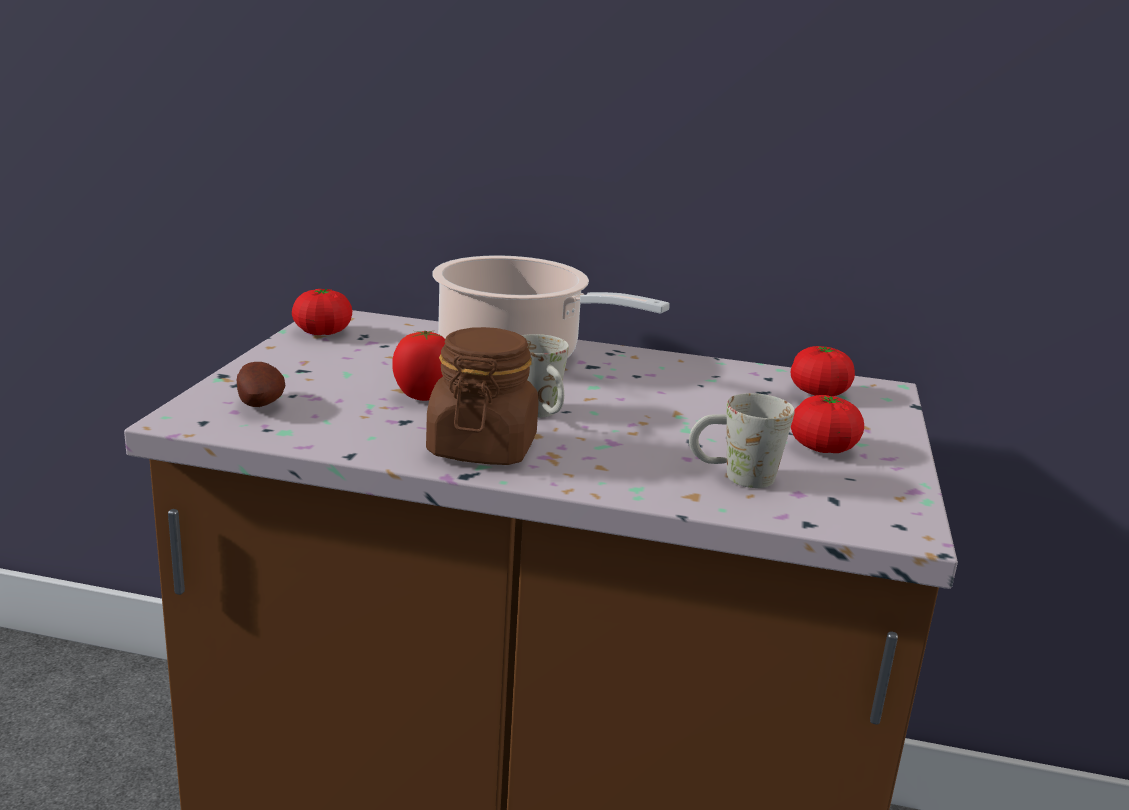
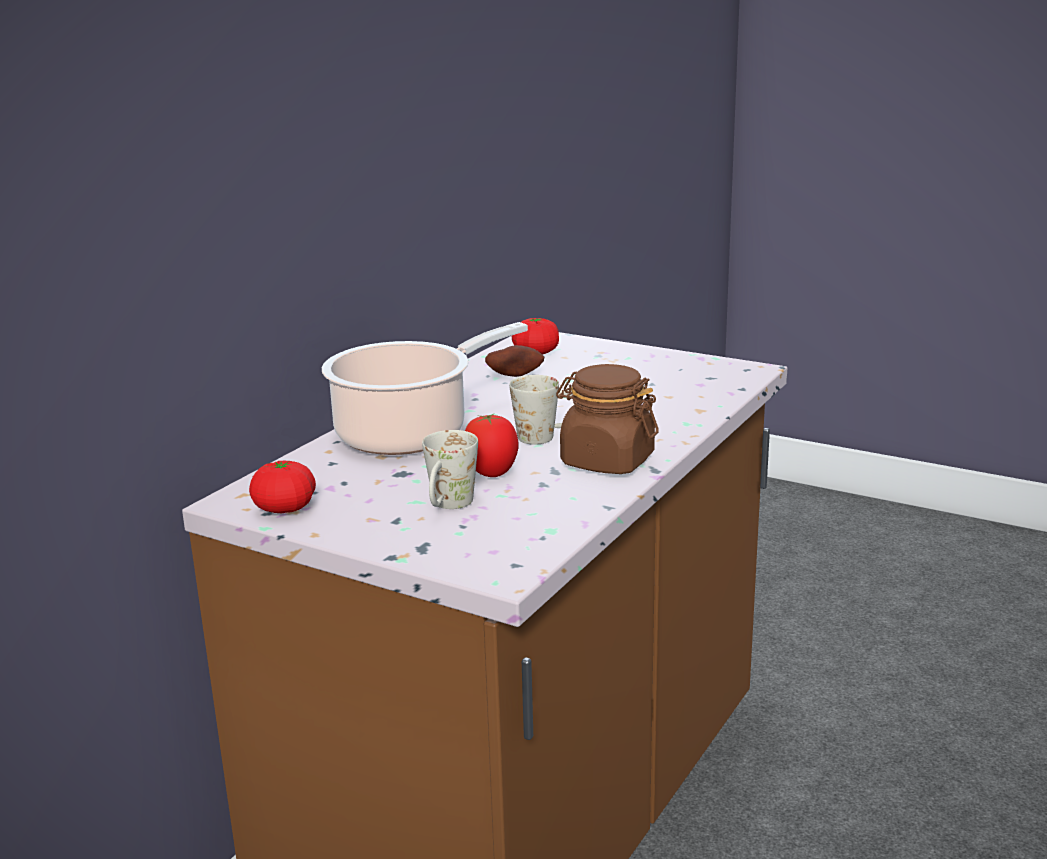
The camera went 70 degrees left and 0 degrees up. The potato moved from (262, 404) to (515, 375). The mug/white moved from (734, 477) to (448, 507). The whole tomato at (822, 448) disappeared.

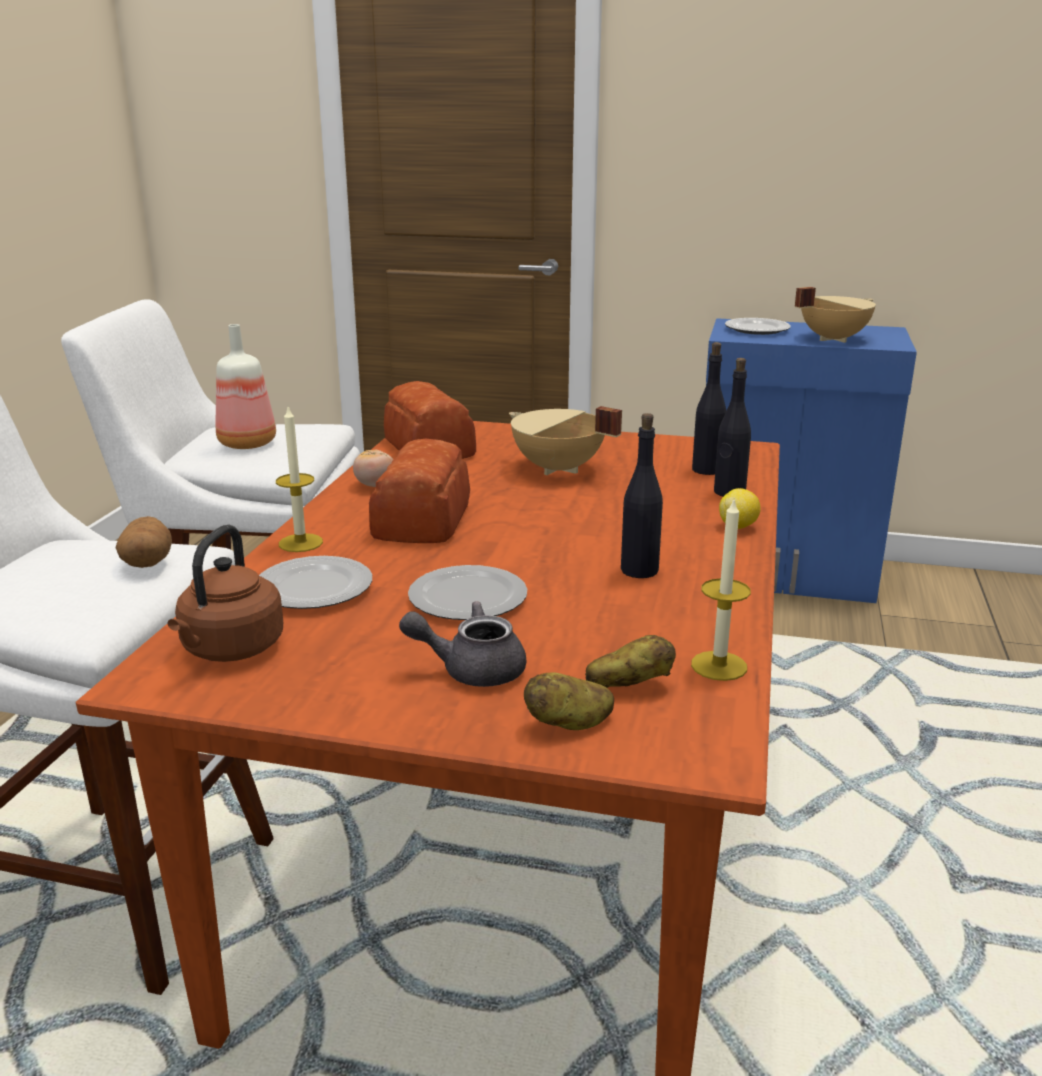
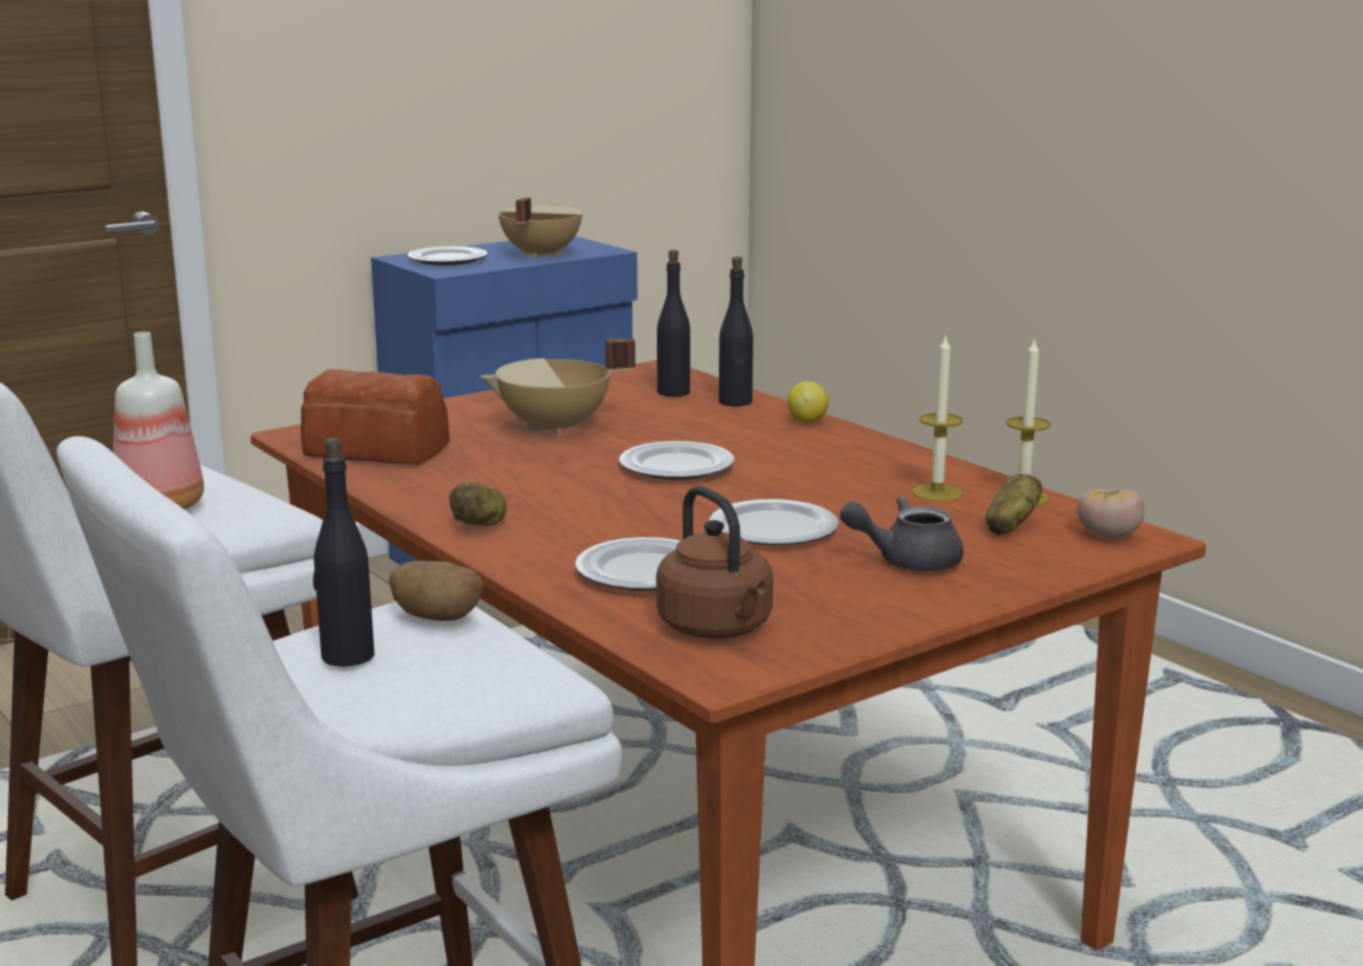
The camera went 50 degrees left and 5 degrees down. The wax candle moved from (300, 543) to (937, 493). The beverage bottle/black moved from (639, 570) to (347, 656). The bakery bread at (424, 519) disappeared. The whole tomato moved from (375, 485) to (1108, 536). The pot for tea/grey at (471, 669) turned 45 degrees clockwise. The potato moved from (569, 724) to (481, 525). The plate at (677, 467) appeared.

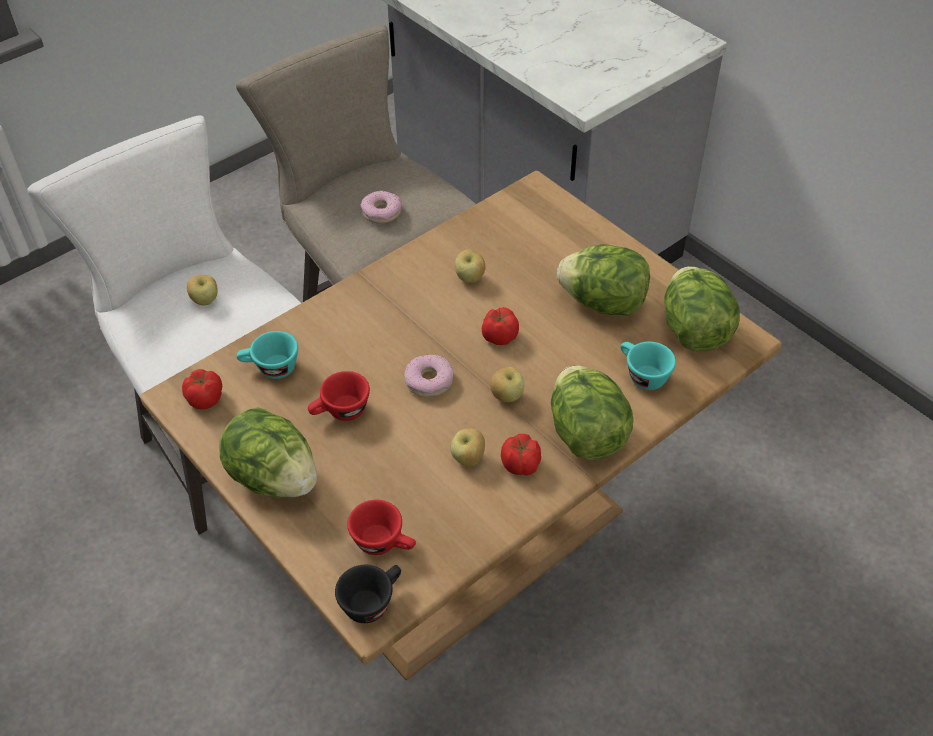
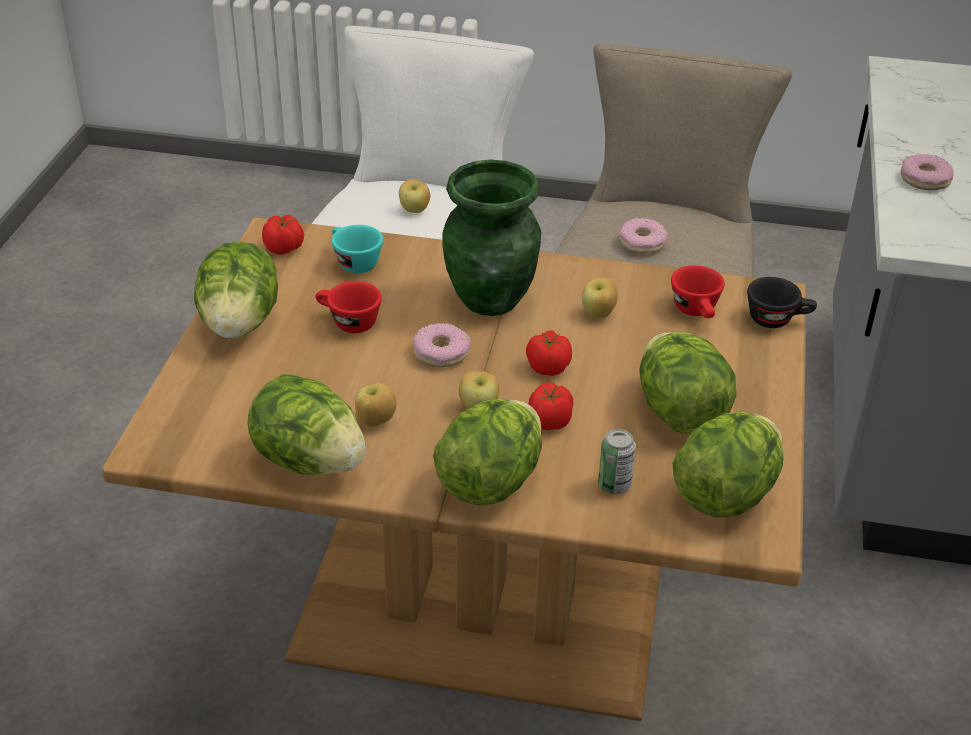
The camera went 50 degrees right and 10 degrees down. The drinking cup/blue-green at (642, 375) was replaced by the can at (614, 485). The whole tomato moved from (521, 465) to (549, 422). The drinking cup/red moved from (384, 543) to (697, 312). The drinking cup/black moved from (372, 601) to (777, 319). The donut at (924, 180) appeared. The decorative vase/greenish at (492, 300) appeared. The lettuce at (309, 461) appeared.

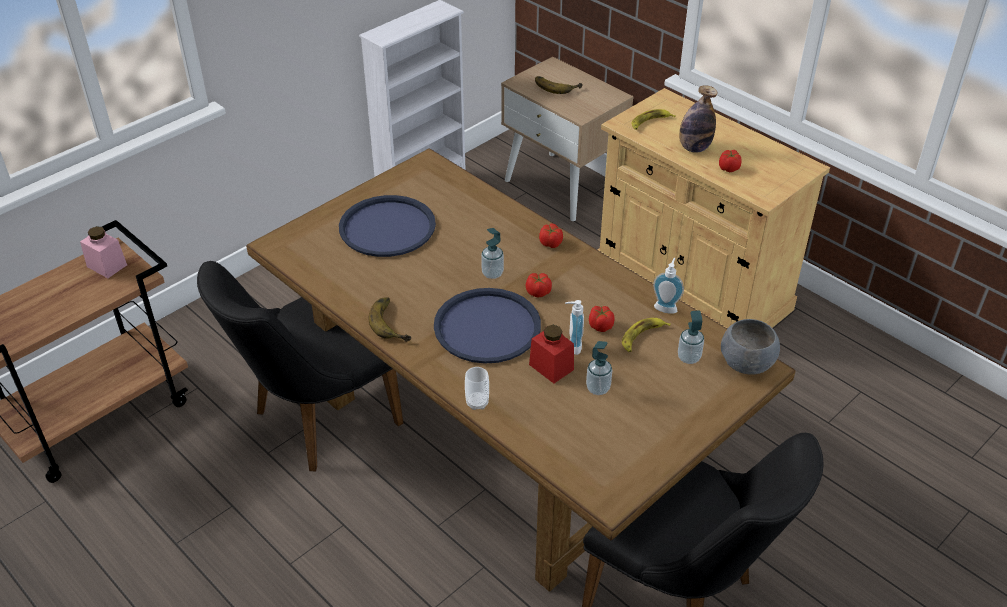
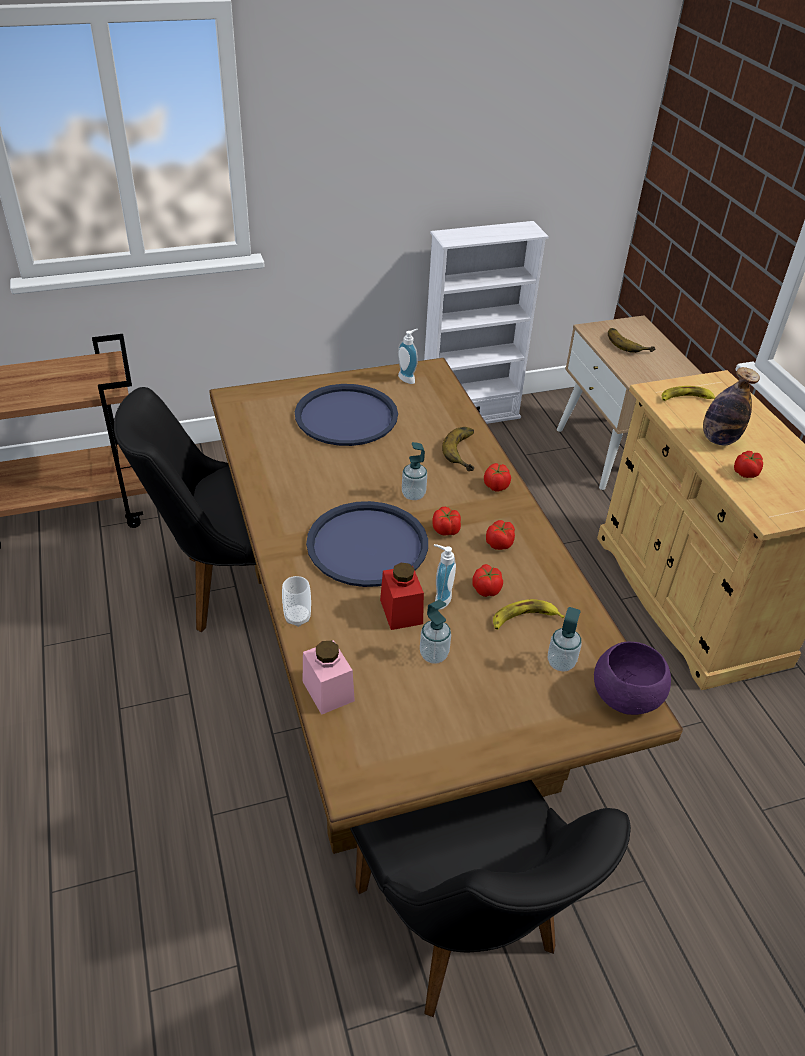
The camera went 25 degrees right and 0 degrees up. The jar/pink moved from (107, 266) to (328, 691). The liquid soap bottle moved from (666, 307) to (408, 378). The banana fruit moved from (393, 322) to (467, 452). The bowl/grey at (747, 362) became the bowl/purplish at (627, 696). The whole tomato at (499, 543) appeared.

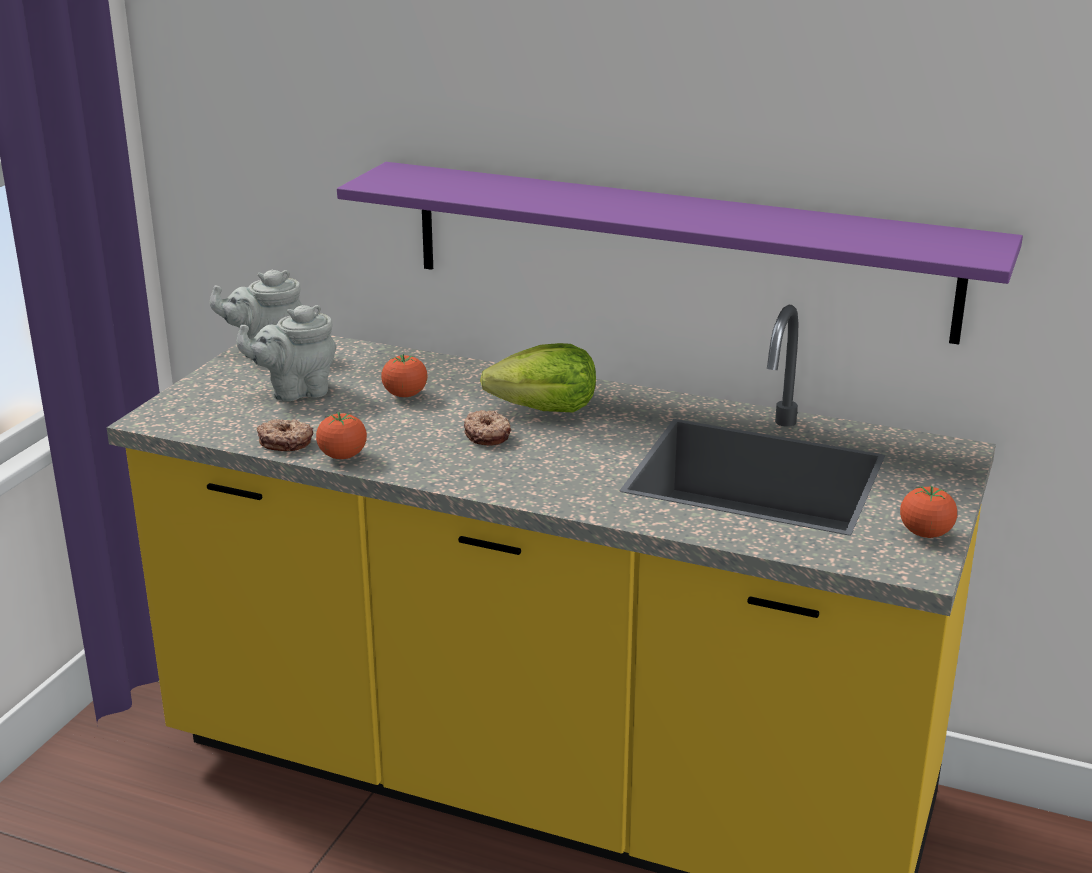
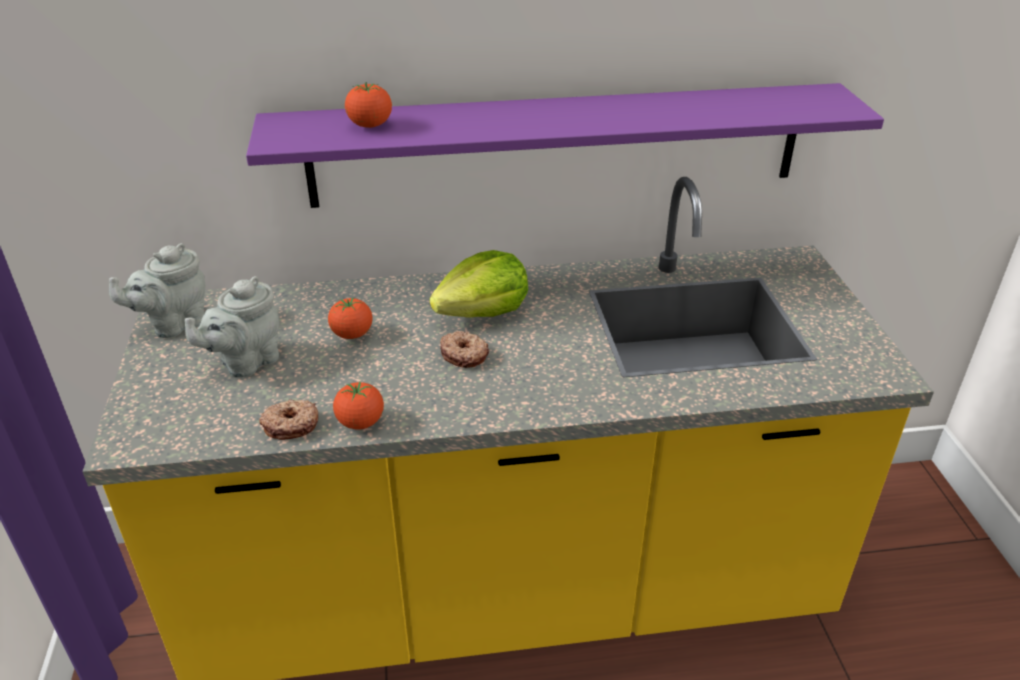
The camera went 30 degrees left and 10 degrees up. The whole tomato moved from (925, 534) to (370, 126).

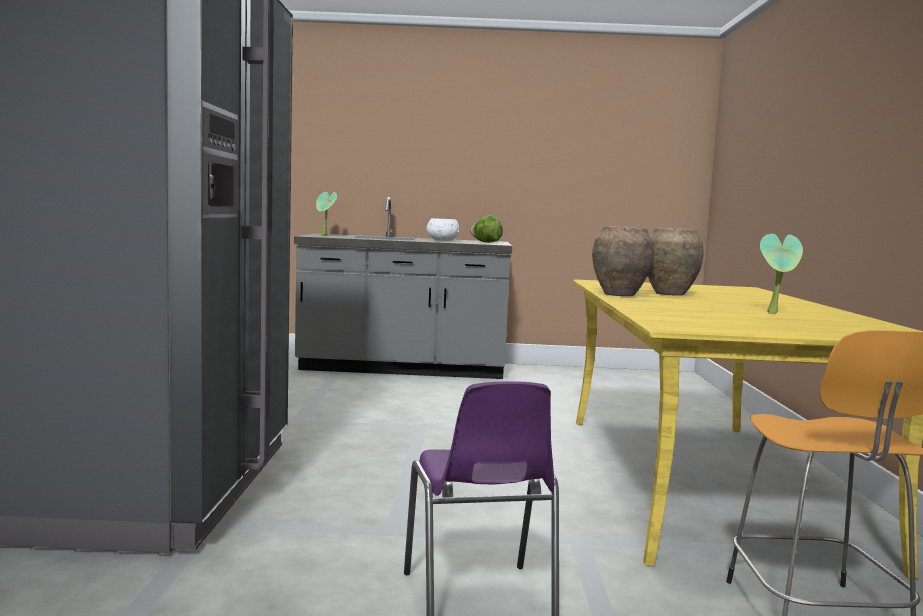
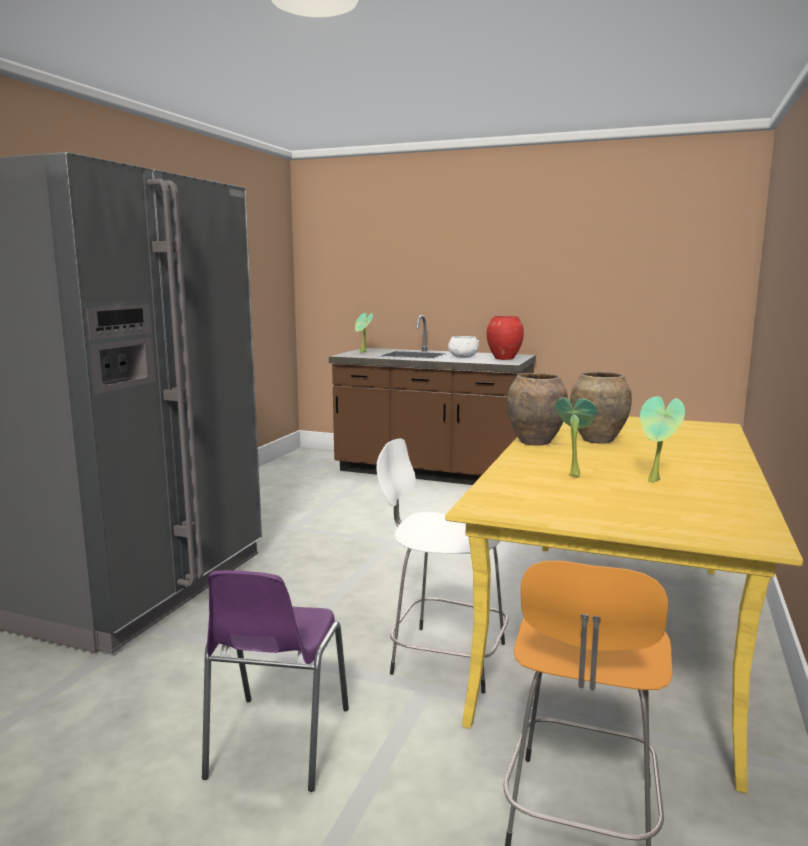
The camera went 20 degrees right and 5 degrees up. The counter/grey at (403, 368) became the counter/brown at (432, 473). The lettuce at (486, 242) was replaced by the decorative vase/red at (504, 359). The potted plant at (572, 474) appeared. The stool/white at (444, 657) appeared.

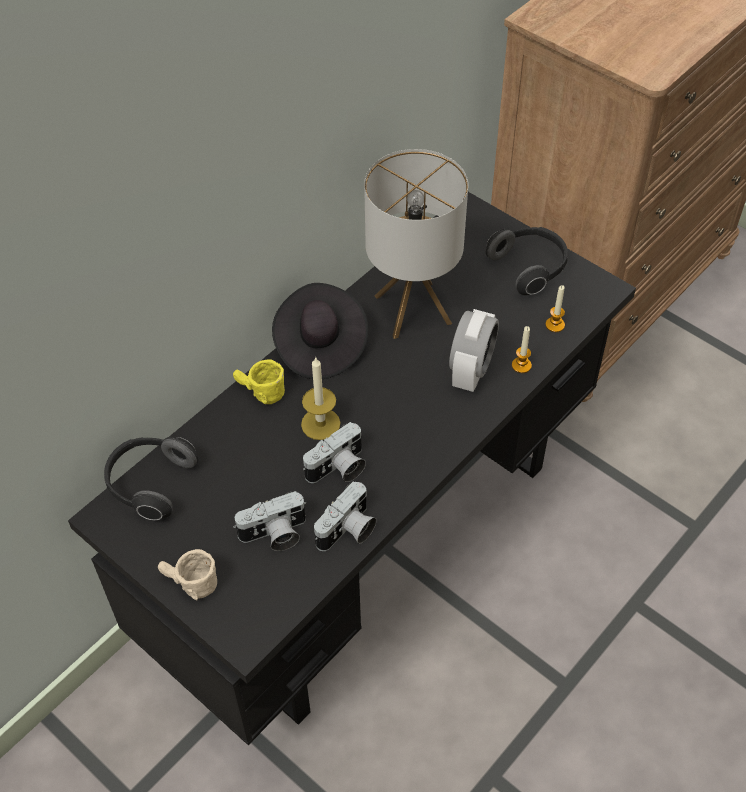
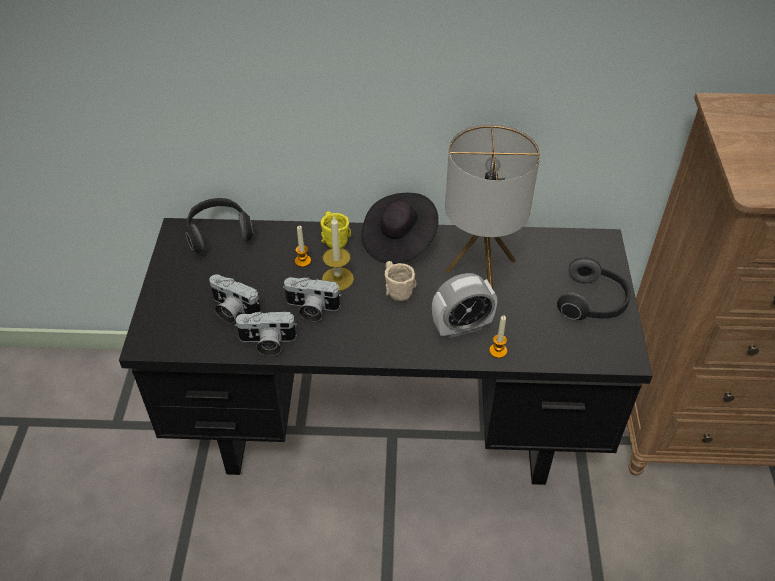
The camera went 50 degrees right and 5 degrees down. The wax candle moved from (555, 325) to (302, 261). The mug/beige moved from (188, 584) to (394, 288).

